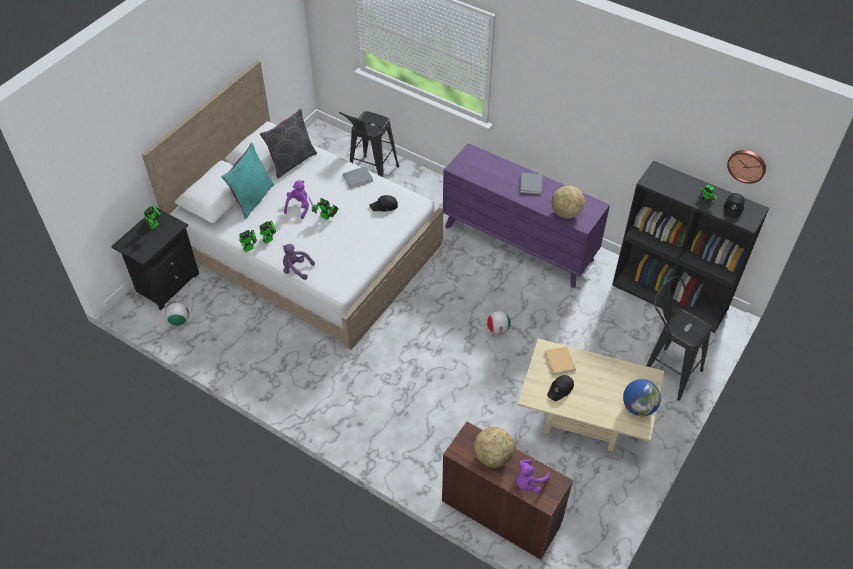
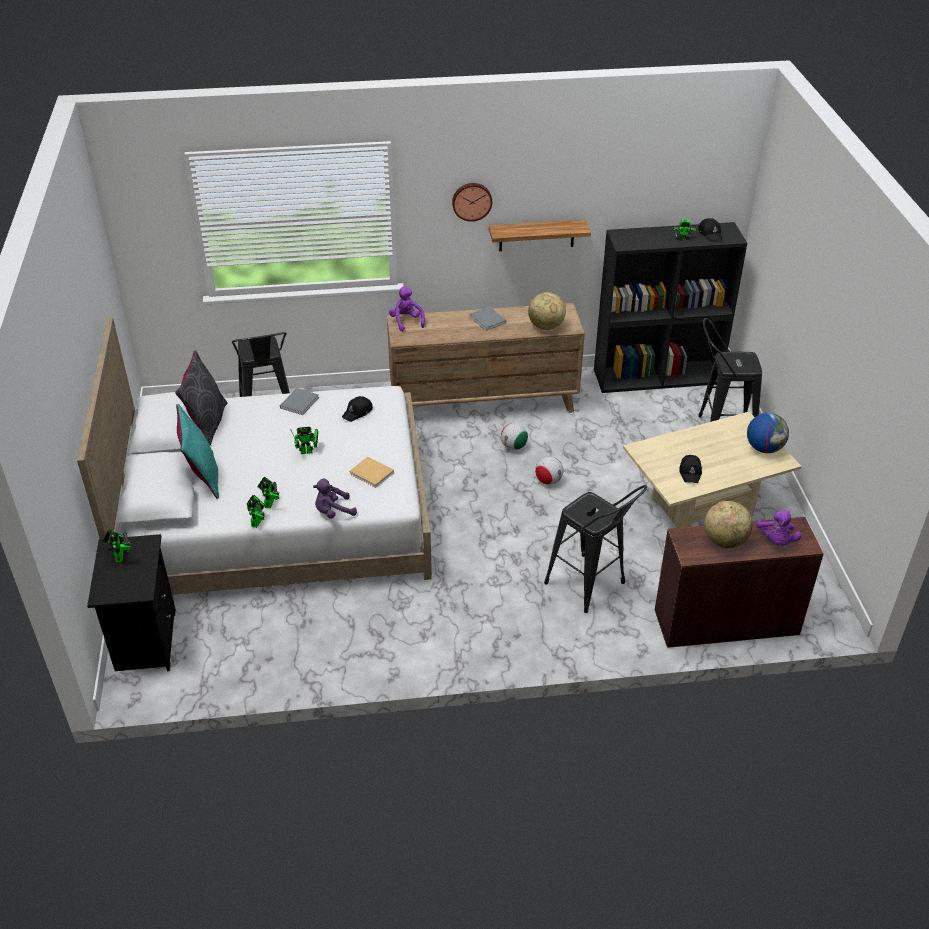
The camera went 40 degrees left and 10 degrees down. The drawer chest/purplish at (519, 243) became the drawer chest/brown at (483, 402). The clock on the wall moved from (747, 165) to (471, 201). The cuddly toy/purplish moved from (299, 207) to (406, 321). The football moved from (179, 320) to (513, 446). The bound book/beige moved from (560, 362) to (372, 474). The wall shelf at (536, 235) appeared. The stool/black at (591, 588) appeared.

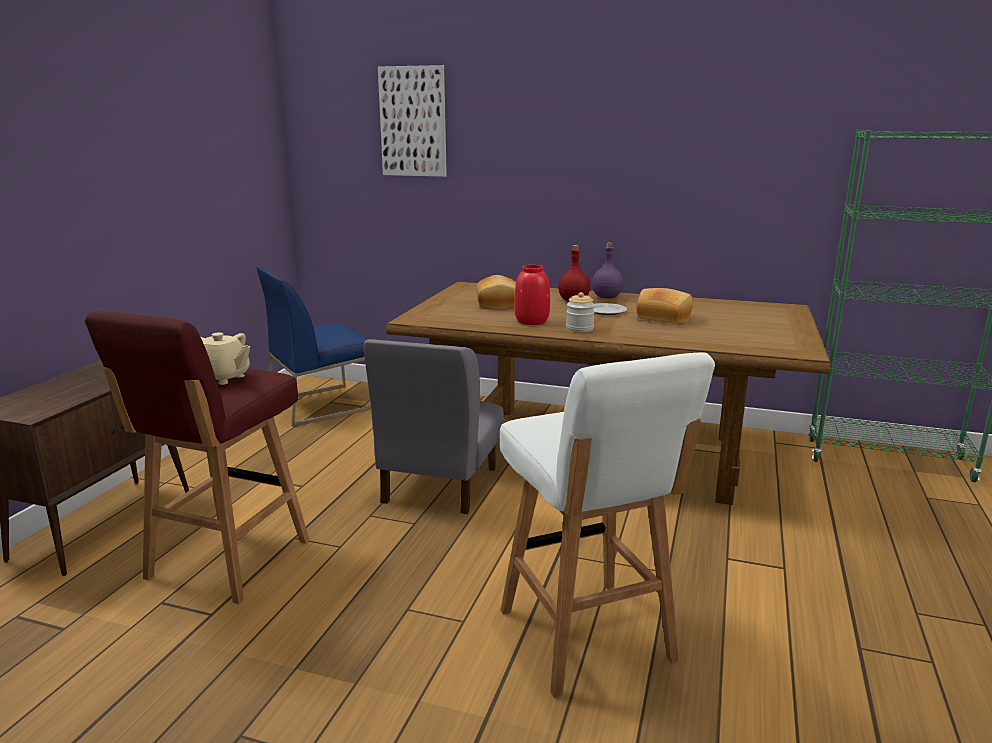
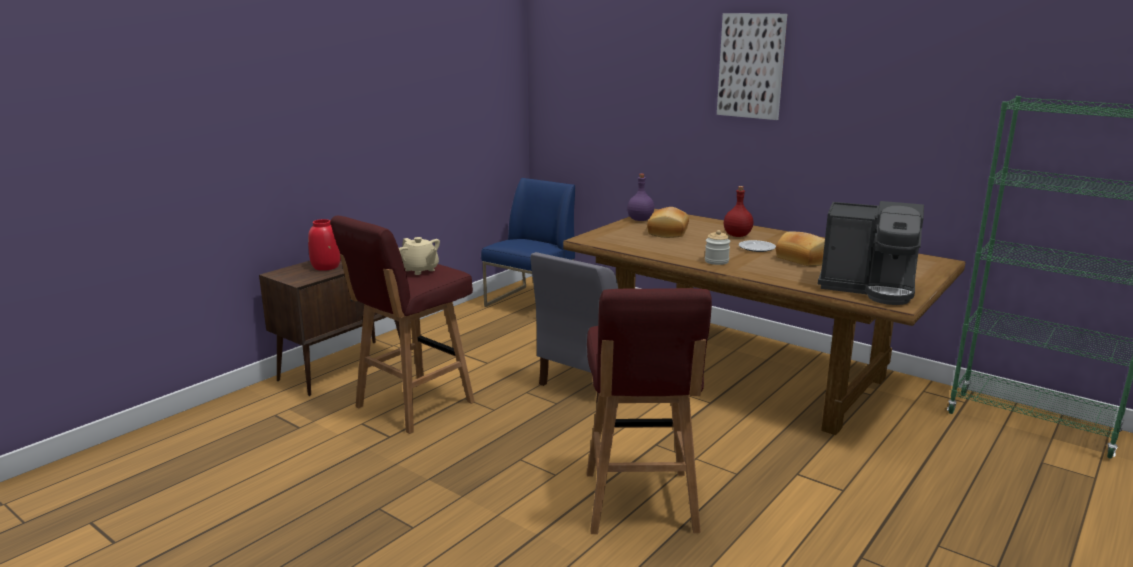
The camera went 20 degrees right and 0 degrees up. The wall art moved from (413, 122) to (751, 66). The beverage bottle/purplish moved from (606, 297) to (640, 220). The decorative vase/red moved from (532, 321) to (326, 267). The chair/blue at (321, 404) turned 135 degrees clockwise. The stool/white at (587, 638) became the stool/red at (640, 504). The coffee maker at (868, 288) appeared.

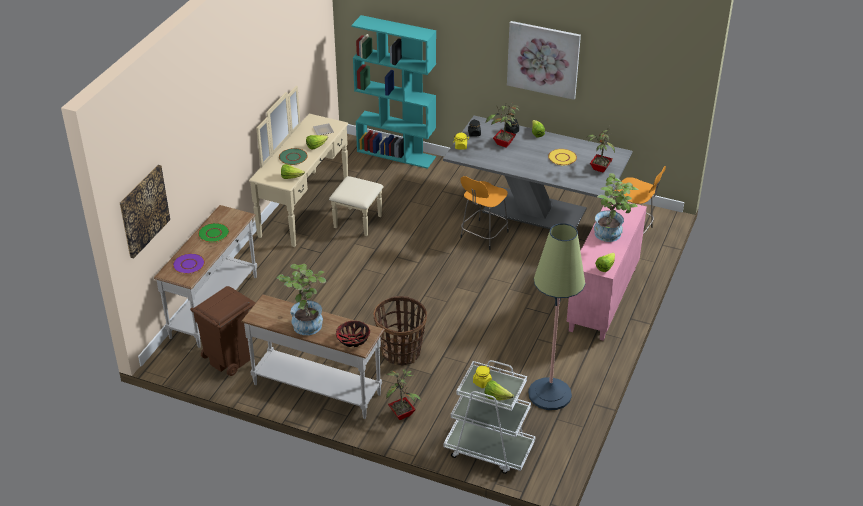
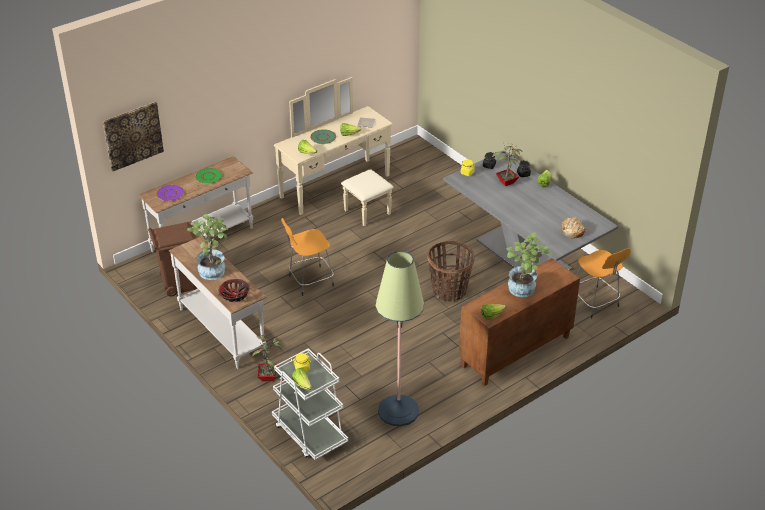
The camera went 30 degrees right and 0 degrees up. The shelving unit/blue-green at (396, 154) disappeared. The wall art at (543, 59) disappeared. The potted plant at (599, 168) was replaced by the bakery bread at (572, 231). The plate/yellowish at (562, 158) disappeared. The stool/orange moved from (483, 235) to (309, 281). The cupboard/pink at (603, 300) became the cupboard/brown at (515, 352). The storage basket moved from (401, 352) to (449, 290).

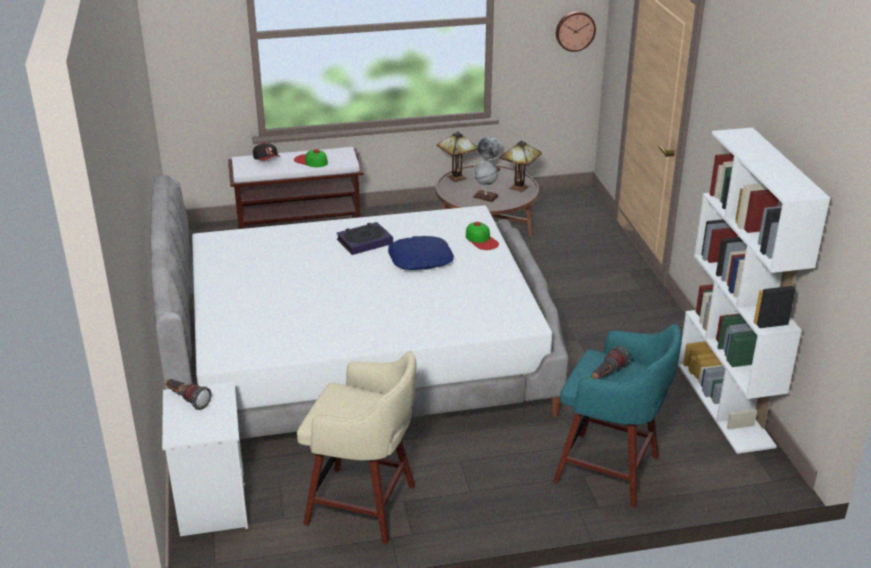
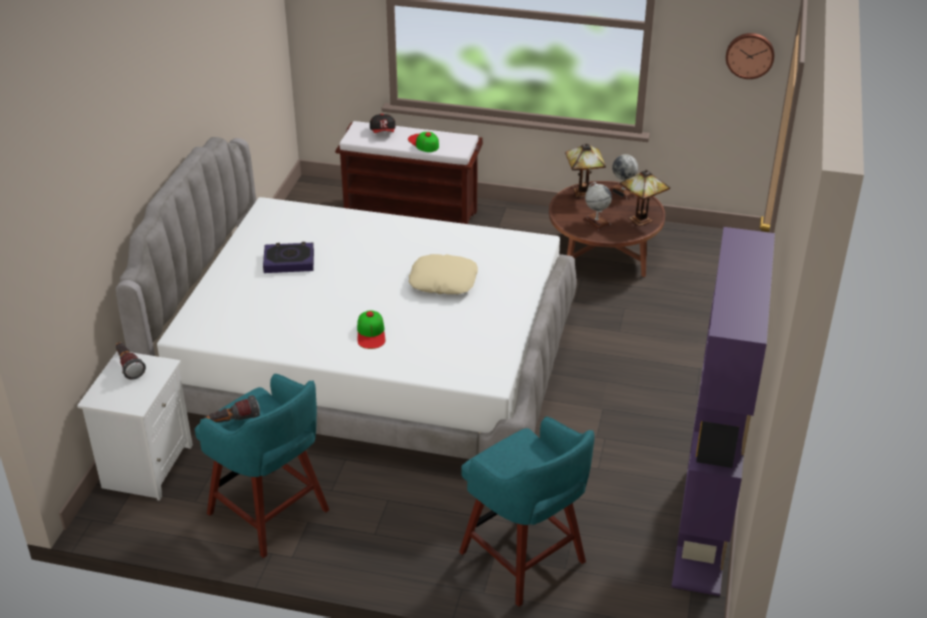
The camera went 25 degrees right and 5 degrees up. The shelving unit/white at (725, 404) became the shelving unit/purplish at (703, 530). The bound book moved from (364, 242) to (289, 261). The peaked cap moved from (481, 240) to (371, 333). The cushion/blue at (420, 259) became the cushion/beige at (443, 281). The torch moved from (607, 375) to (233, 422). The stool/beige at (364, 506) became the stool/blue-green at (270, 514).

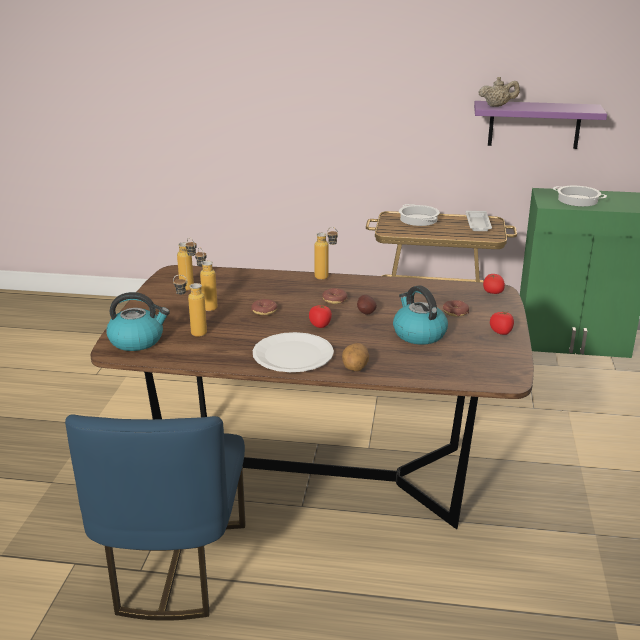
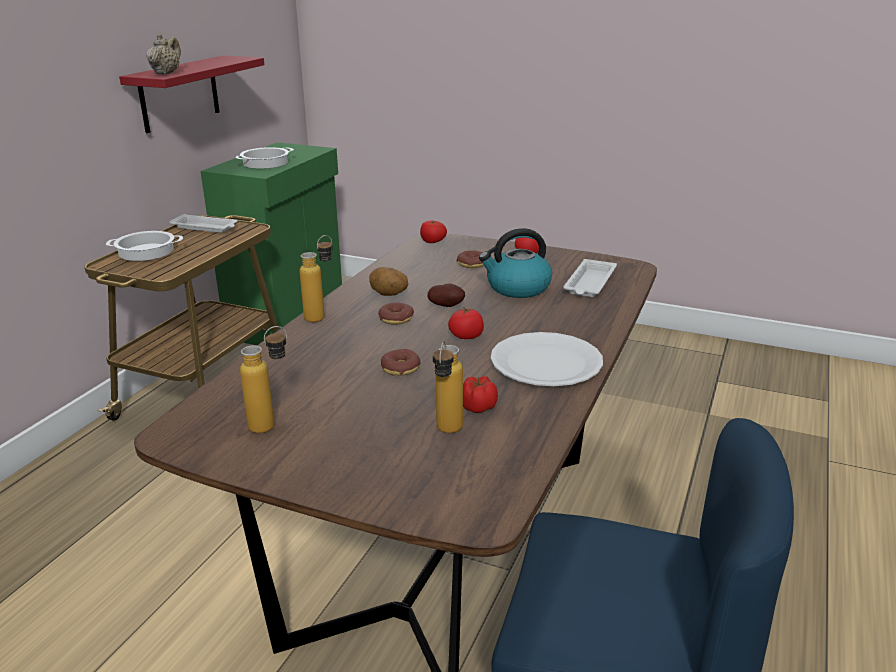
The camera went 75 degrees left and 0 degrees up. The wall shelf/purplish at (534, 124) became the wall shelf/red at (179, 94). The beverage bottle at (207, 306) disappeared. The tea kettle at (137, 340) disappeared. The potato moved from (354, 368) to (388, 295). The carrying tray/white at (589, 283) appeared. The whole tomato at (477, 407) appeared.

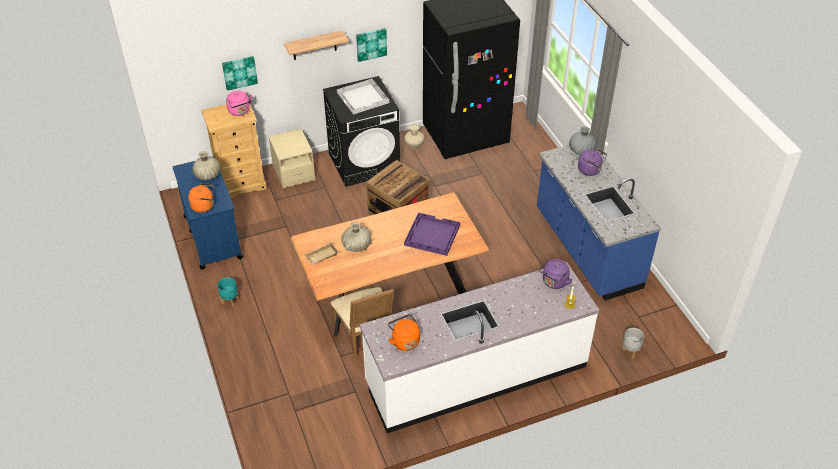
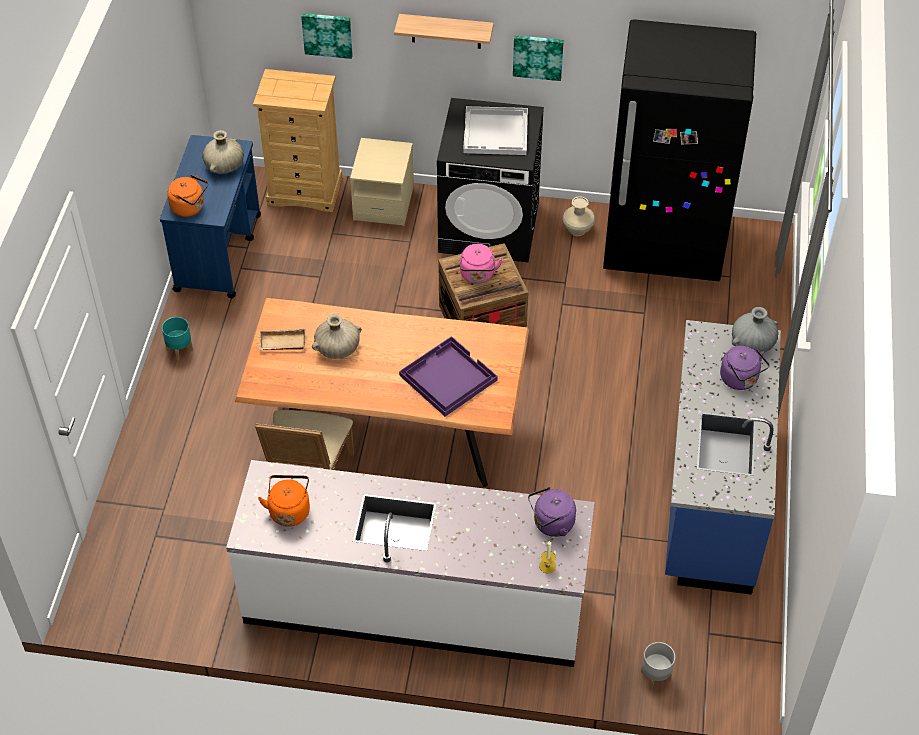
The camera went 30 degrees right and 5 degrees up. The tea kettle/pink moved from (240, 111) to (477, 276).

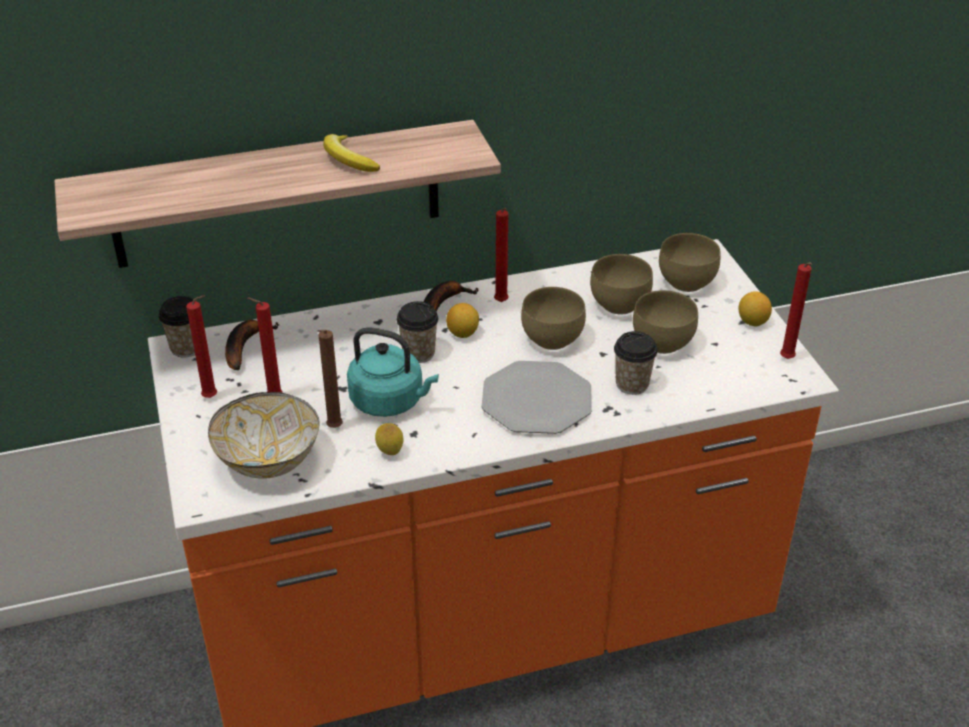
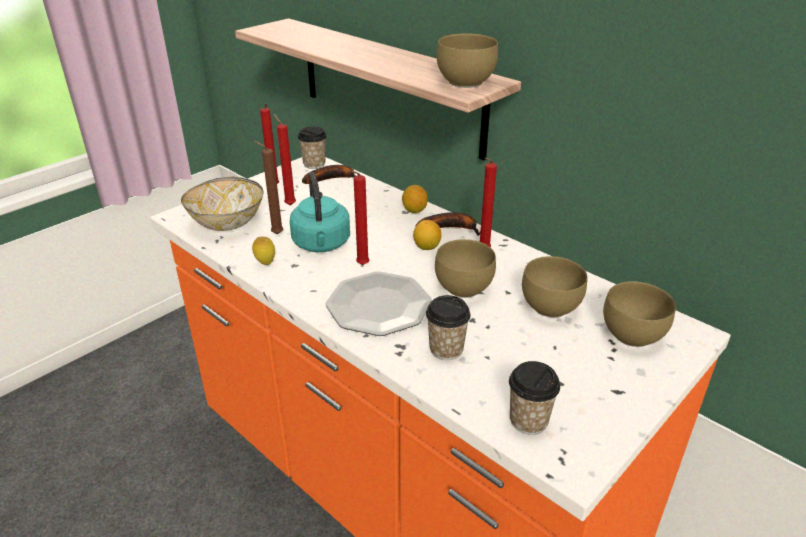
The camera went 60 degrees right and 5 degrees down. The banana fruit at (348, 160) disappeared. The wax candle/red moved from (787, 360) to (360, 265). The bowl/brown moved from (661, 341) to (467, 82). The citrus fruit moved from (752, 322) to (414, 210). The drinking cup moved from (418, 353) to (528, 420).

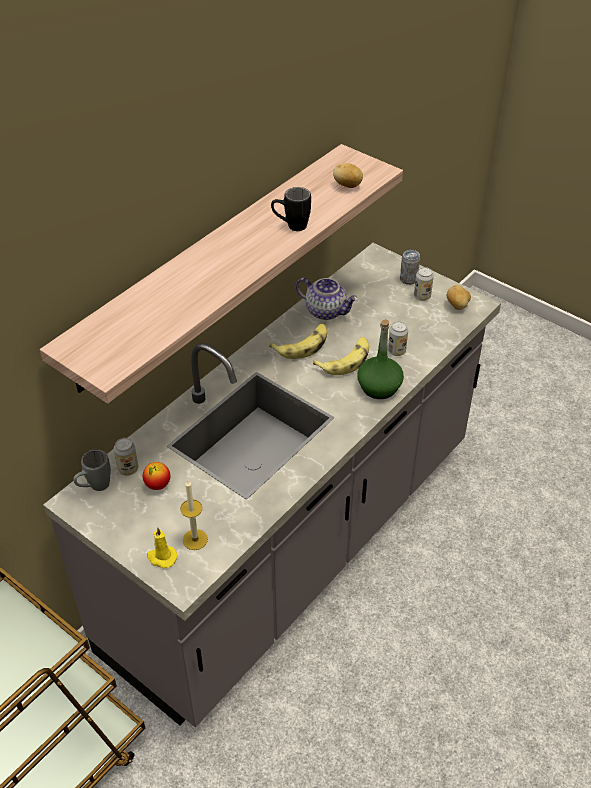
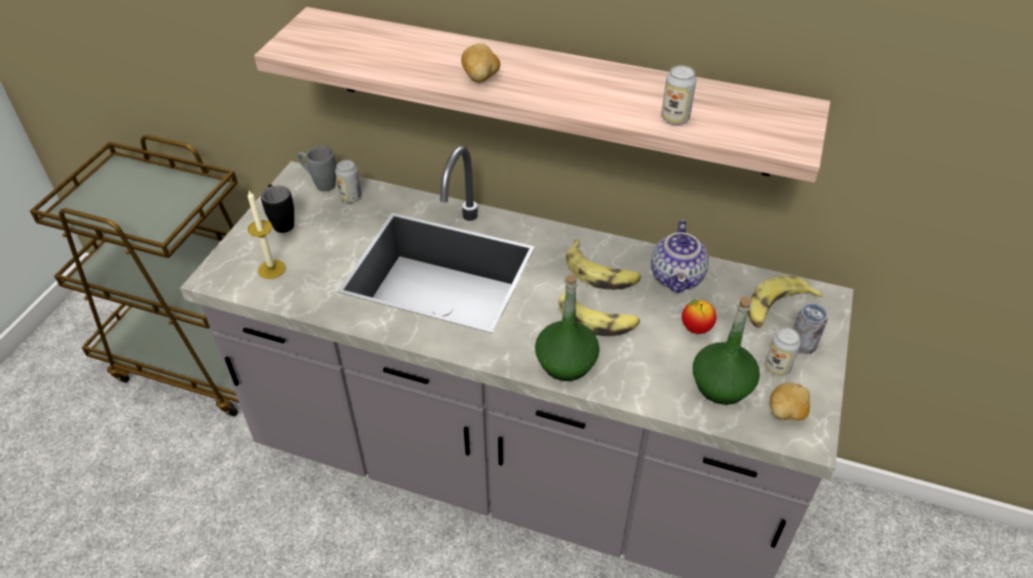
The camera went 70 degrees right and 0 degrees up. The potato moved from (347, 185) to (481, 78). The mug/black moved from (291, 226) to (281, 222). The can moved from (396, 351) to (675, 118). The apple fruit moved from (157, 485) to (696, 328). The wax candle/yellowish at (161, 557) disappeared. The banana fruit at (776, 308) appeared. The beverage bottle/greenish at (722, 385) appeared.

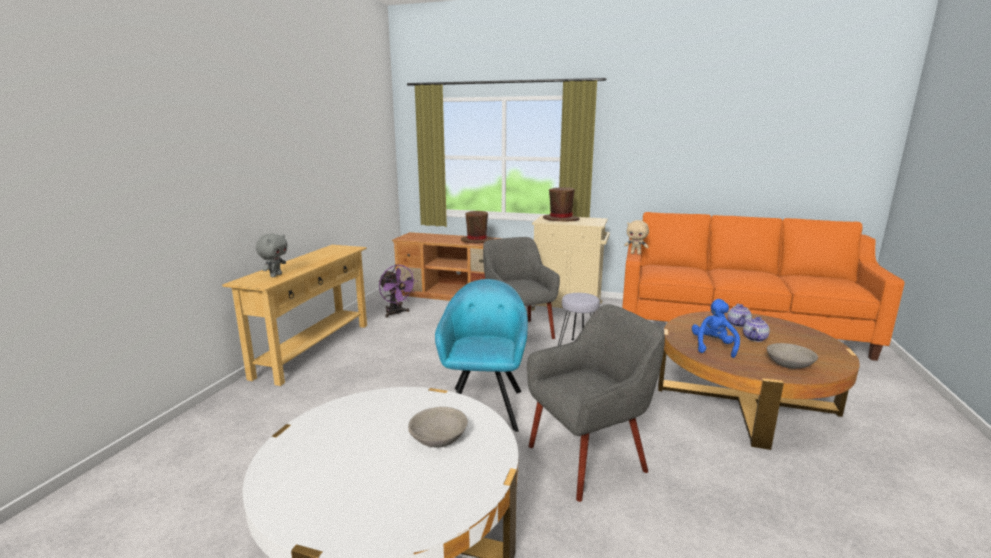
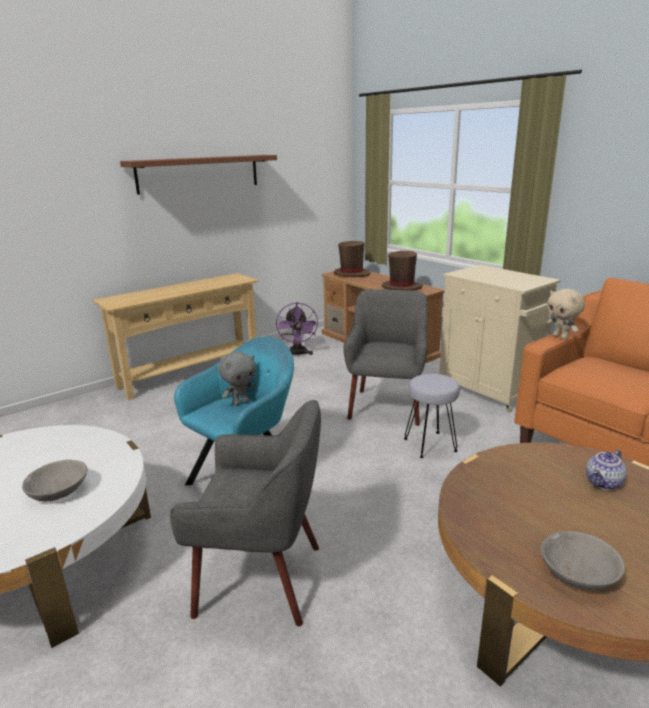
The camera went 35 degrees right and 5 degrees up. The hat/brown moved from (561, 219) to (351, 274). The cuddly toy/grey moved from (275, 275) to (240, 402). The cuddly toy/blue at (713, 347) disappeared. The pot for tea at (755, 339) disappeared. The wall shelf/brown at (199, 173) appeared.

